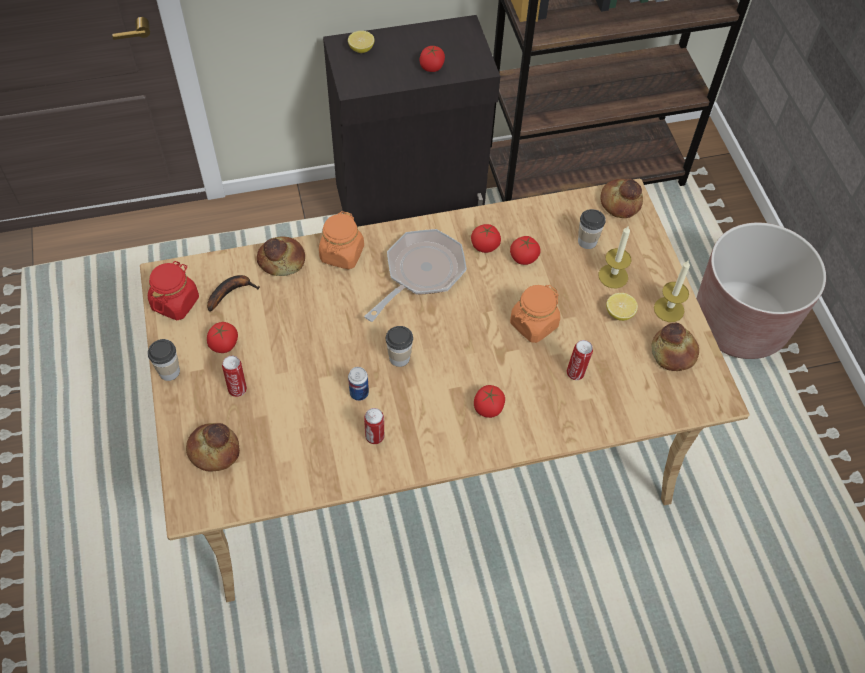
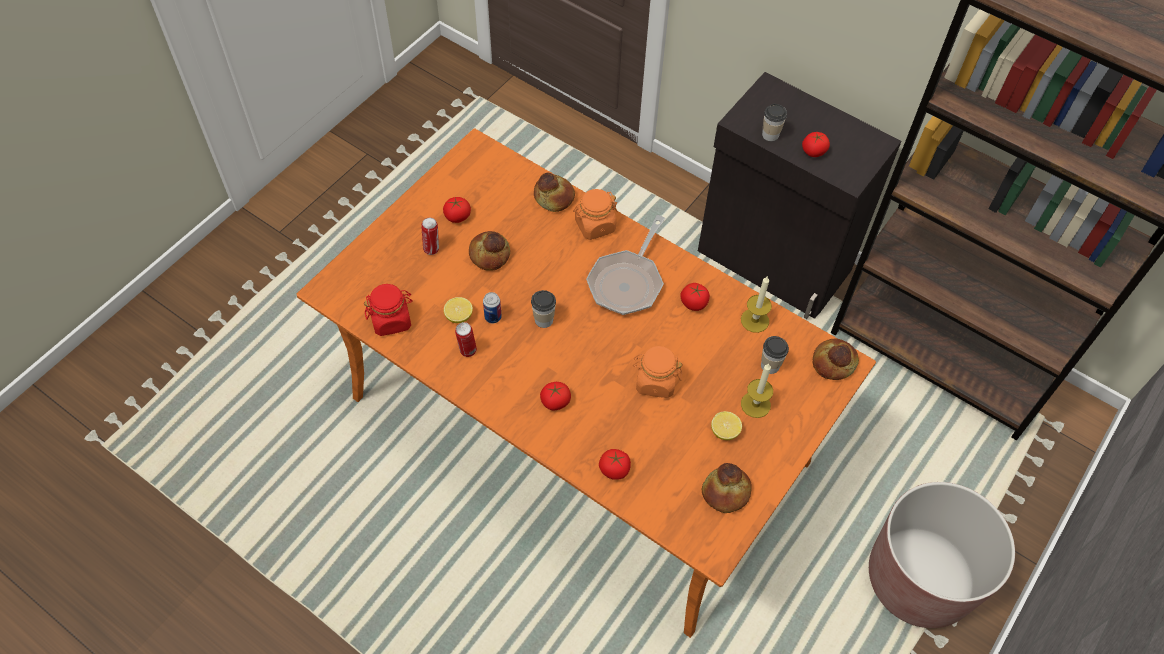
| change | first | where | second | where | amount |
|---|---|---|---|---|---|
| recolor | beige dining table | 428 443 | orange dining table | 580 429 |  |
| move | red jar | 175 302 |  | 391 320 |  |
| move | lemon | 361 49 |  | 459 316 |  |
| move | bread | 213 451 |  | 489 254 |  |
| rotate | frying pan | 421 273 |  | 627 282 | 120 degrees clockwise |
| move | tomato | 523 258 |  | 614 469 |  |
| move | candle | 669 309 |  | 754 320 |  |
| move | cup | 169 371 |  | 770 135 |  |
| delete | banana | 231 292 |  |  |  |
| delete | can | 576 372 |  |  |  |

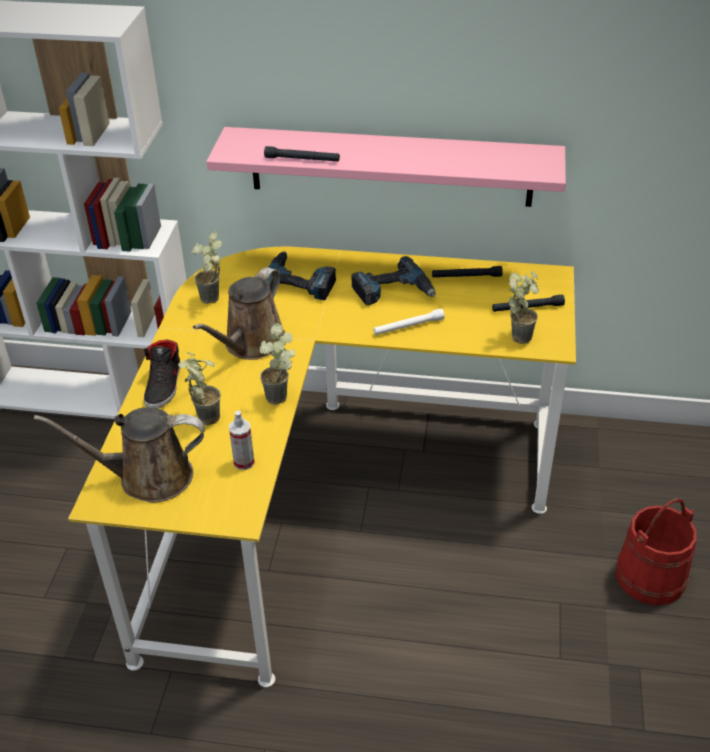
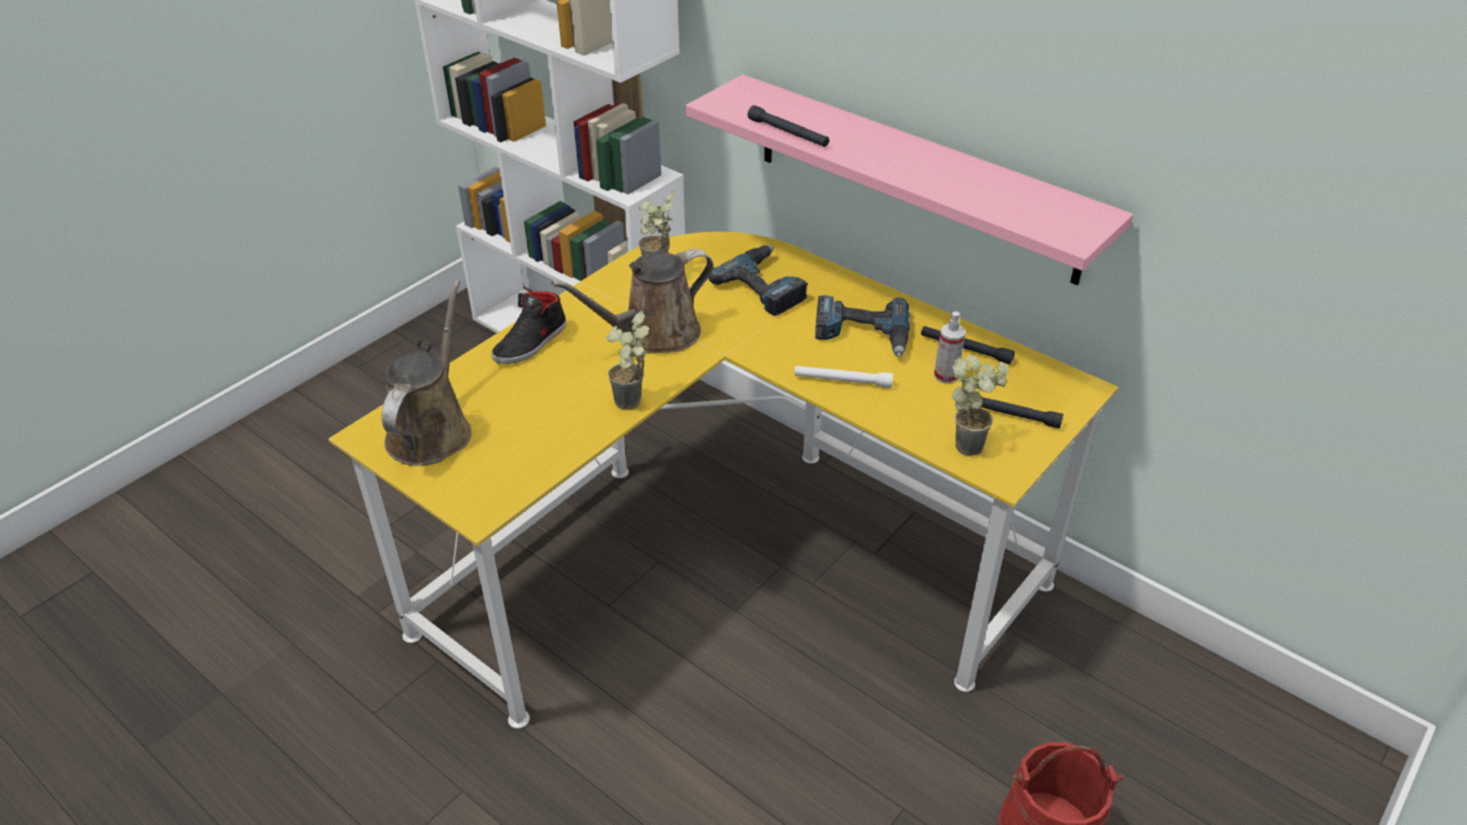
| change | first | where | second | where | amount |
|---|---|---|---|---|---|
| rotate | brown watering can | 148 477 |  | 432 430 | 75 degrees clockwise |
| move | spray bottle | 244 462 |  | 946 375 |  |
| delete | potted plant | 203 416 |  |  |  |

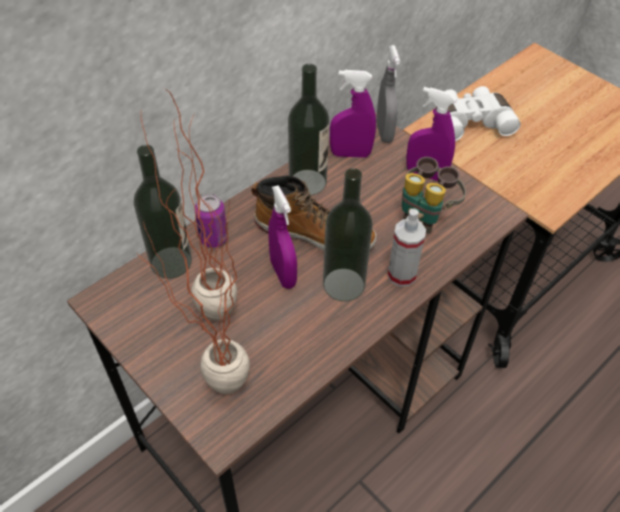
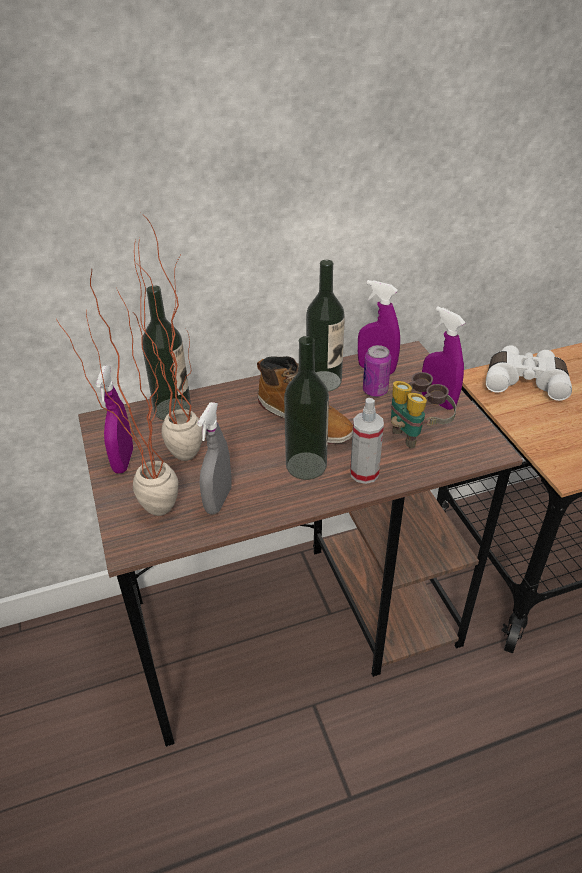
| change | first | where | second | where | amount |
|---|---|---|---|---|---|
| move | purple spray bottle | 283 273 |  | 123 461 |  |
| move | grey spray bottle | 384 132 |  | 218 500 |  |
| move | can | 213 239 |  | 375 391 |  |

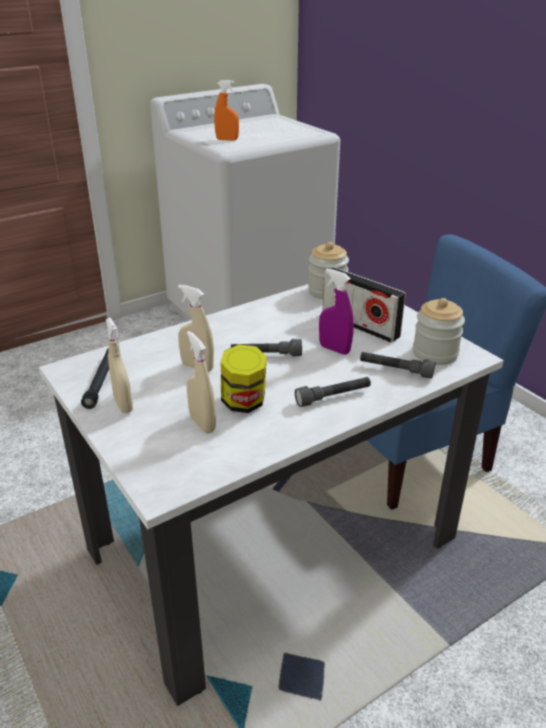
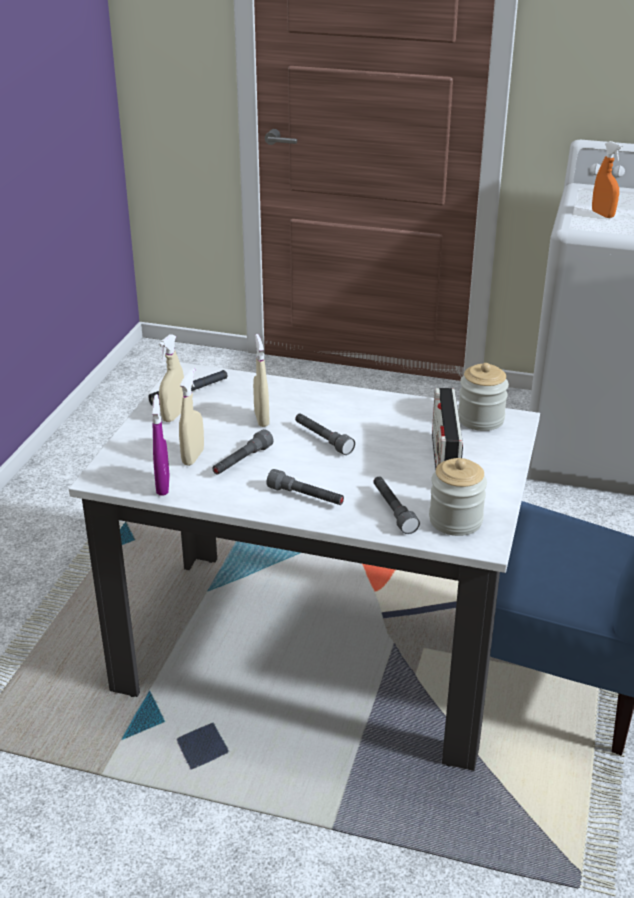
| change | first | where | second | where | amount |
|---|---|---|---|---|---|
| move | purple spray bottle | 334 349 |  | 163 486 |  |
| replace | jar | 244 403 | grey flashlight | 242 461 |  |

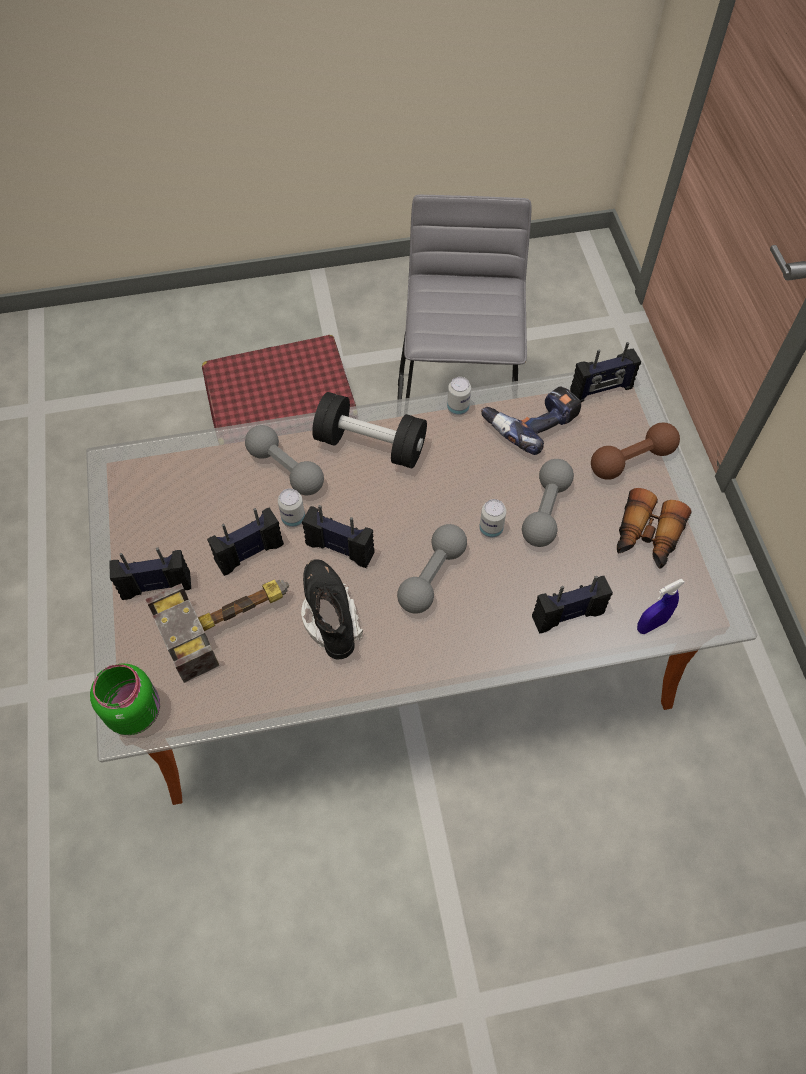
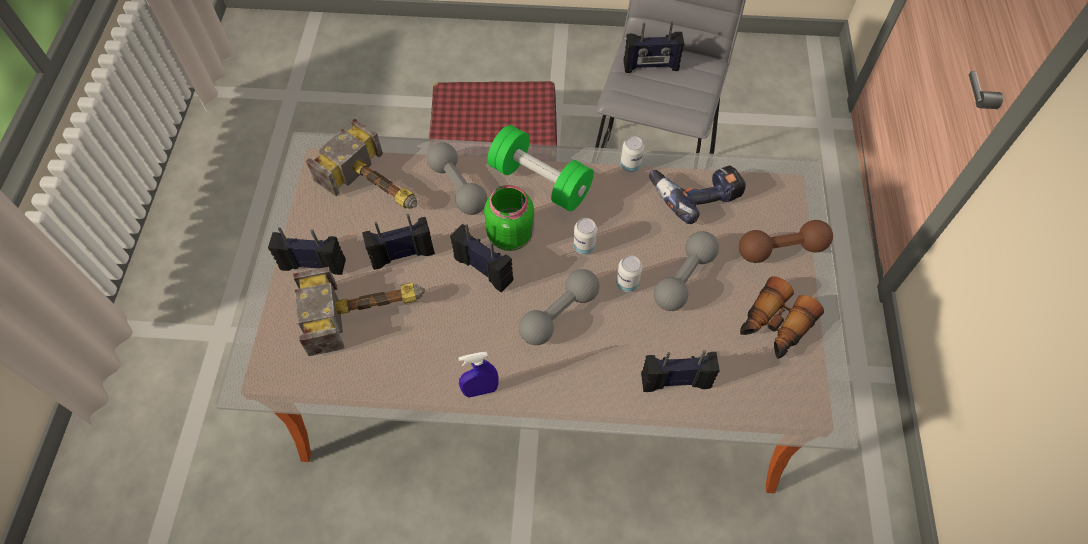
| change | first | where | second | where | amount |
|---|---|---|---|---|---|
| insert |  |  | hammer | 377 187 |  |
| move | blue spray bottle | 651 625 |  | 480 390 |  |
| move | green jar | 135 710 |  | 511 235 |  |
| recolor | black dumbbell | 370 444 | green dumbbell | 540 181 |  |
| move | can | 293 518 |  | 584 246 |  |
| move | radio | 601 390 |  | 651 66 |  |
| delete | black boot | 330 617 |  |  |  |

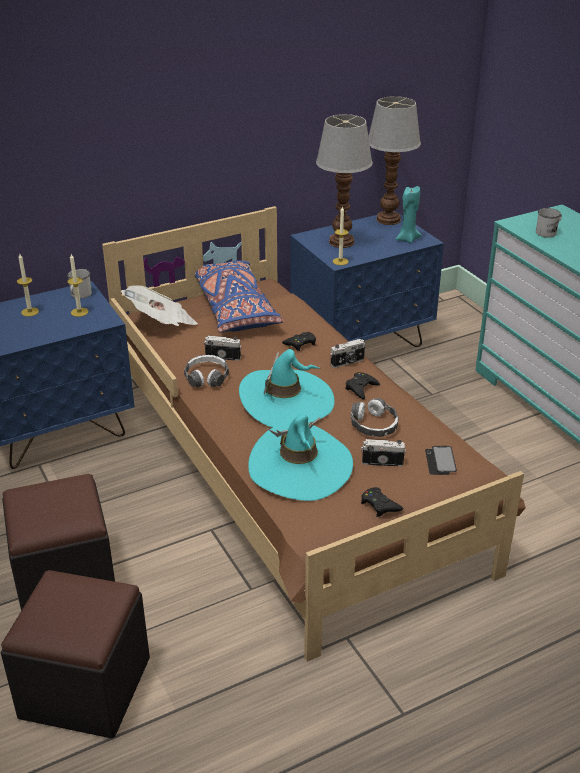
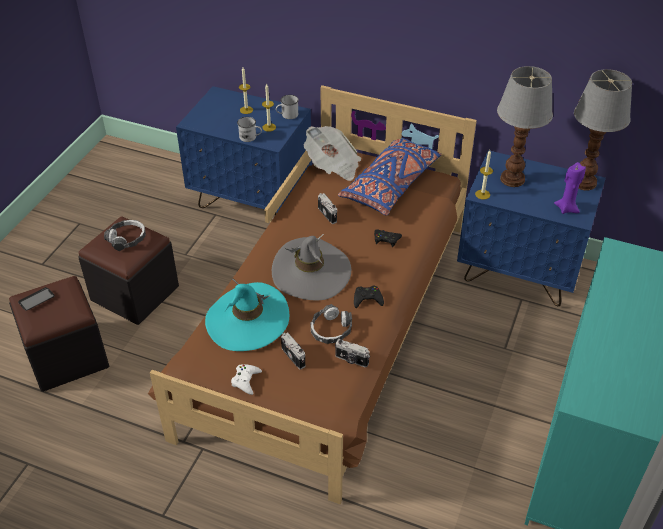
| change | first | where | second | where | amount |
|---|---|---|---|---|---|
| move | phone | 440 461 |  | 36 299 |  |
| move | headphones | 207 377 |  | 127 239 |  |
| recolor | black game controller | 379 505 | white game controller | 246 380 |  |
| move | white mug | 548 232 |  | 250 137 |  |
| recolor | turquoise hat | 286 401 | grey hat | 311 272 |  |
| move | photo camera | 348 362 |  | 351 360 |  |
| recolor | turquoise candle | 407 239 | purple candle | 566 208 |  |

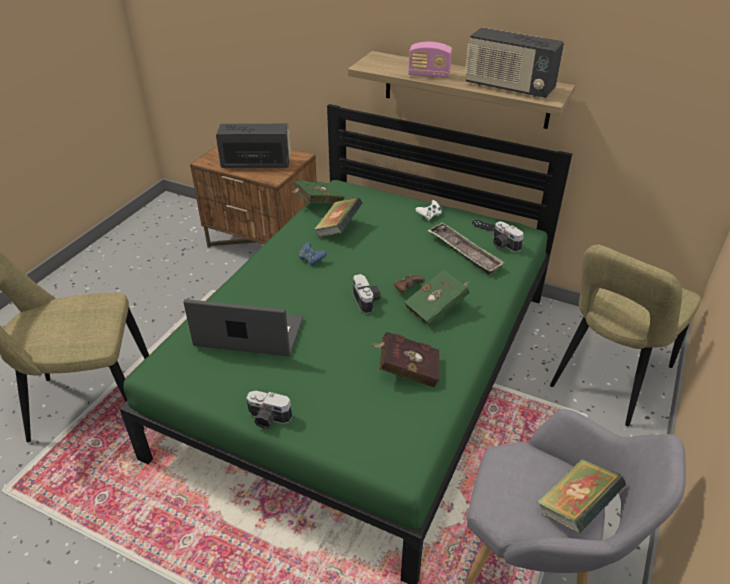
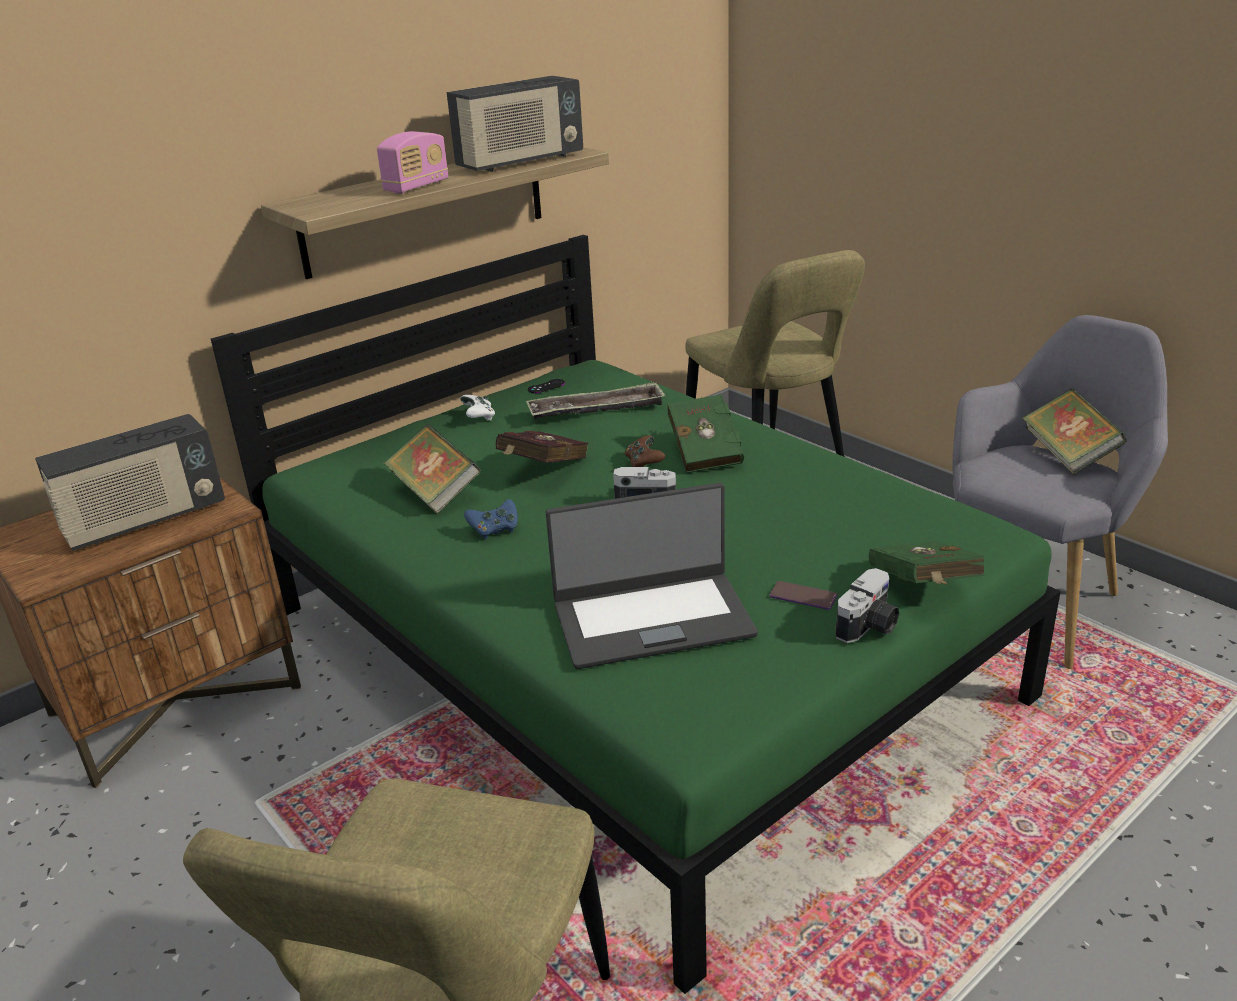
| change | first | where | second | where | amount |
|---|---|---|---|---|---|
| rotate | radio | 257 164 |  | 145 520 | 150 degrees counterclockwise |
| move | red book | 406 370 |  | 541 469 |  |
| rotate | laptop | 249 334 |  | 652 619 | 135 degrees counterclockwise |
| insert |  |  | phone | 803 596 |  |
| move | green book | 317 203 |  | 922 590 |  |
| delete | photo camera | 503 245 |  |  |  |

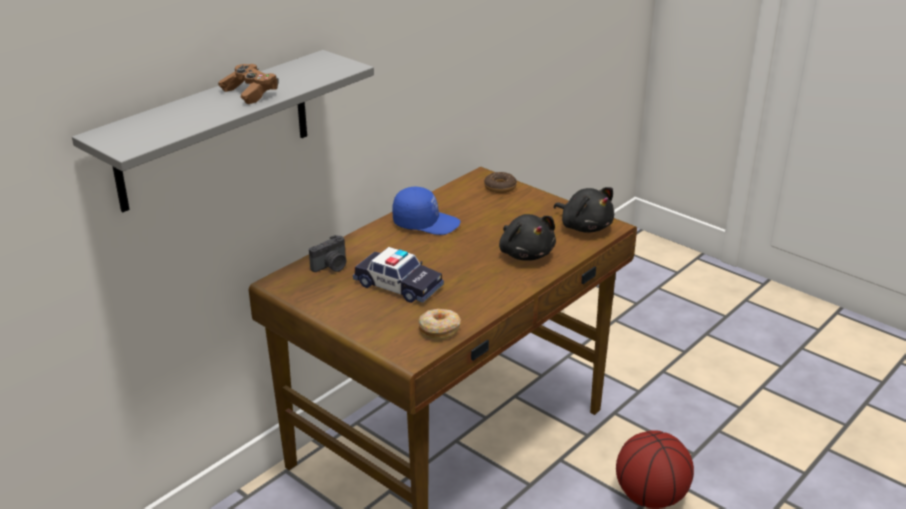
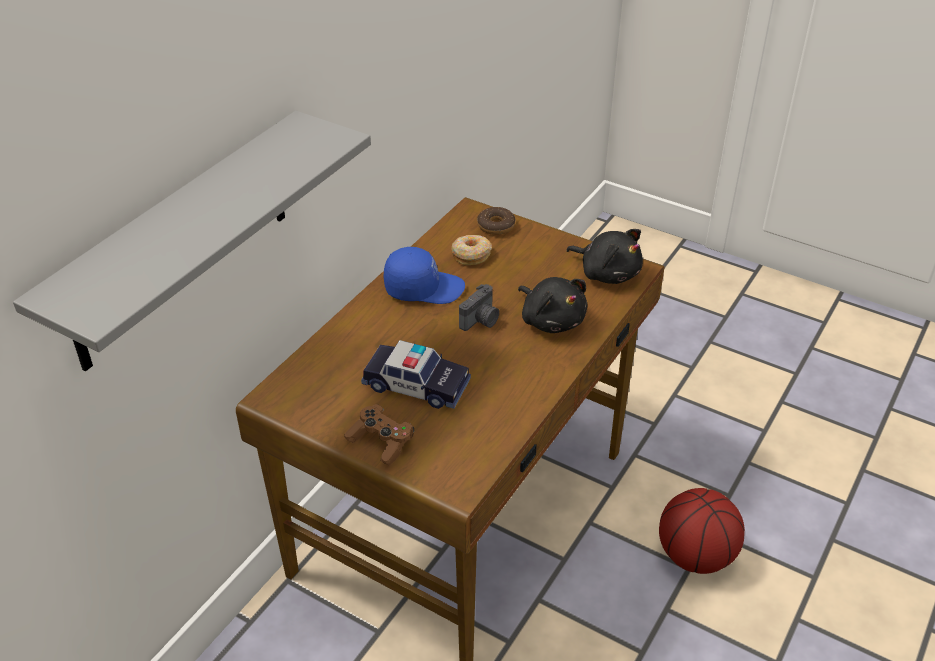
| change | first | where | second | where | amount |
|---|---|---|---|---|---|
| move | brown game controller | 250 93 |  | 381 442 |  |
| move | donut | 439 329 |  | 471 255 |  |
| move | photo camera | 331 266 |  | 481 320 |  |

